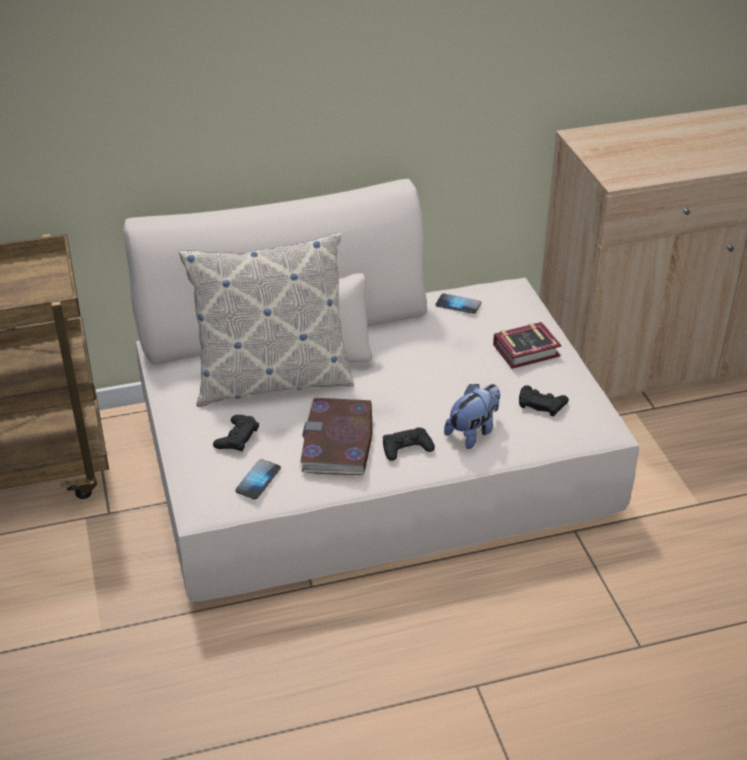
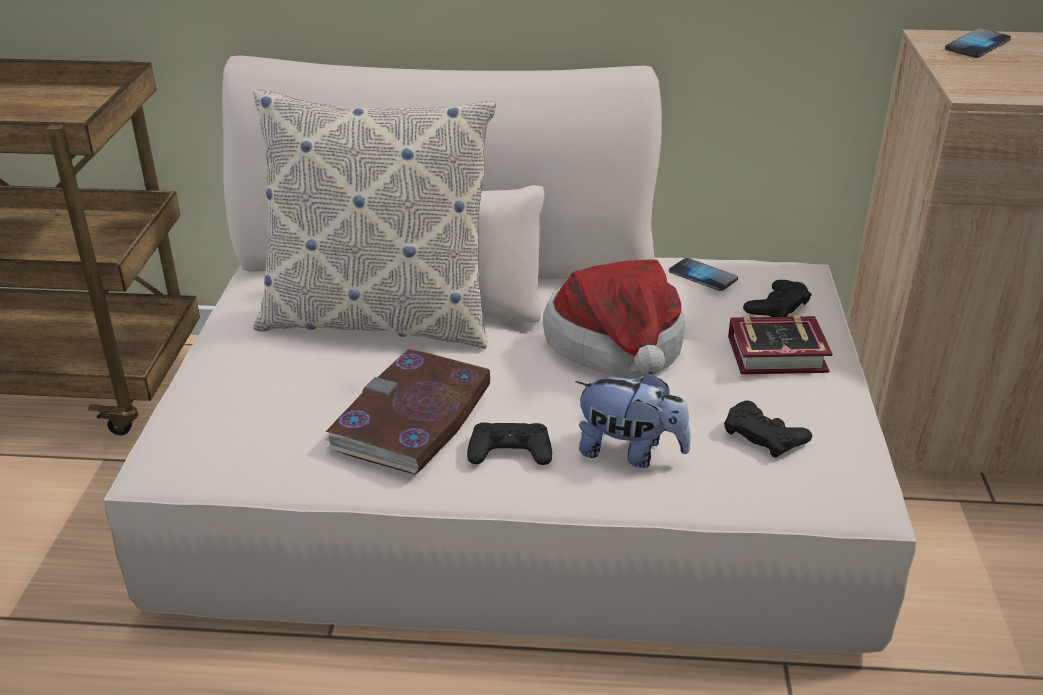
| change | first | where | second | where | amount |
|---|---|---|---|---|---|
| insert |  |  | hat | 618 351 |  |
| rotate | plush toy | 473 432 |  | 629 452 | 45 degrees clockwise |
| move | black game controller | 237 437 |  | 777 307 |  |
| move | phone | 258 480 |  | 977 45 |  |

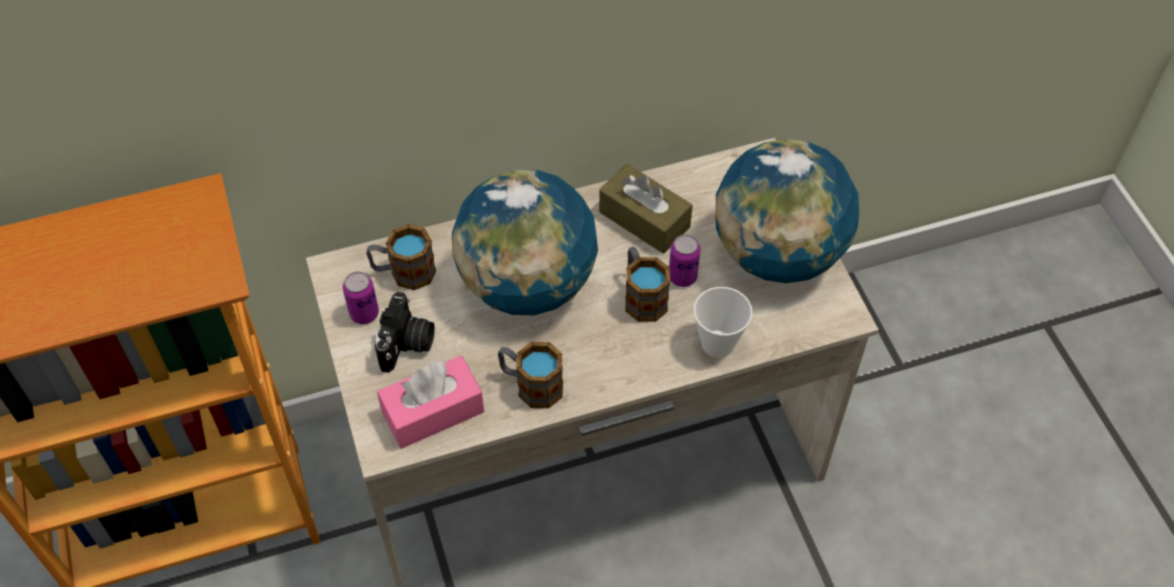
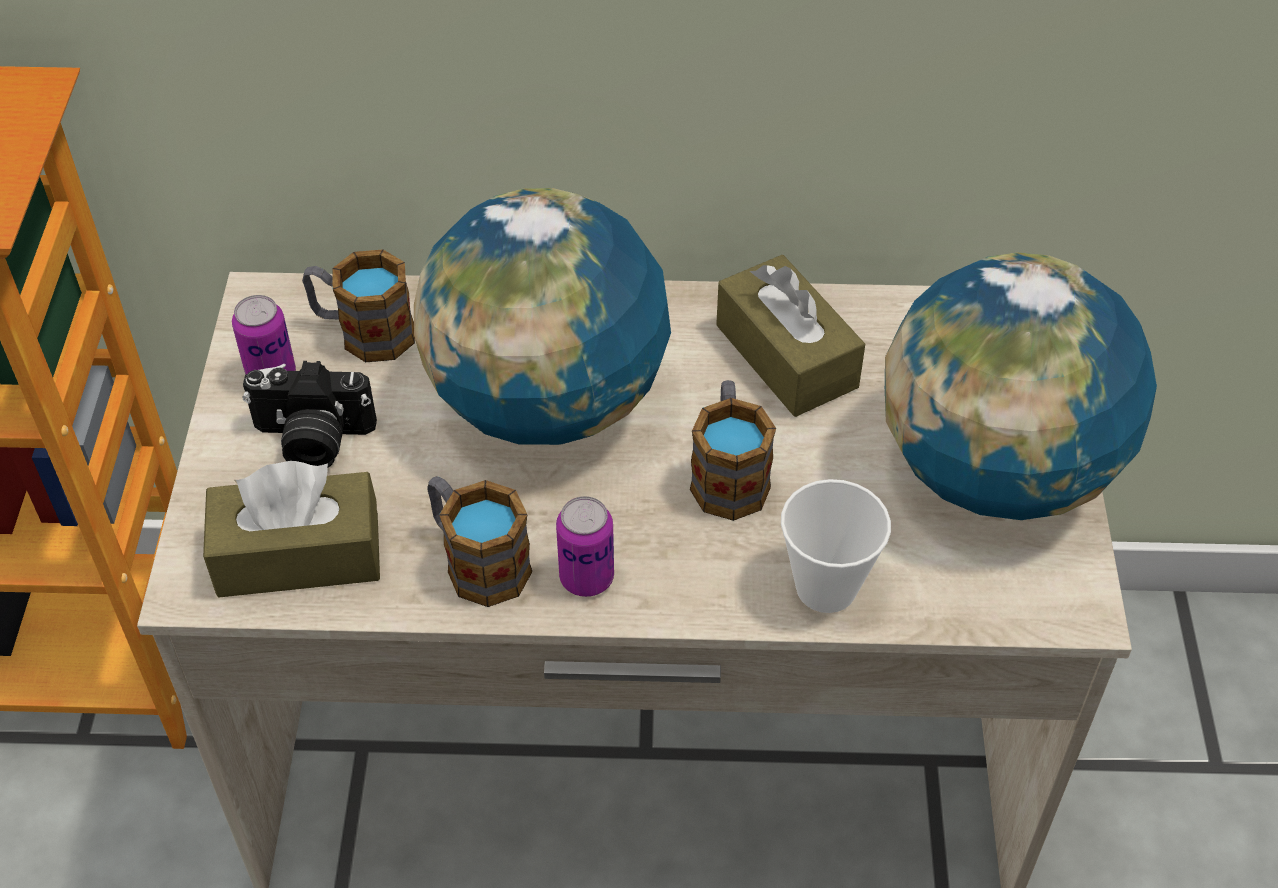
| change | first | where | second | where | amount |
|---|---|---|---|---|---|
| recolor | pink tissue box | 433 411 | brown tissue box | 299 555 |  |
| rotate | photo camera | 407 345 |  | 312 440 | 60 degrees clockwise |
| move | can | 682 277 |  | 586 577 |  |

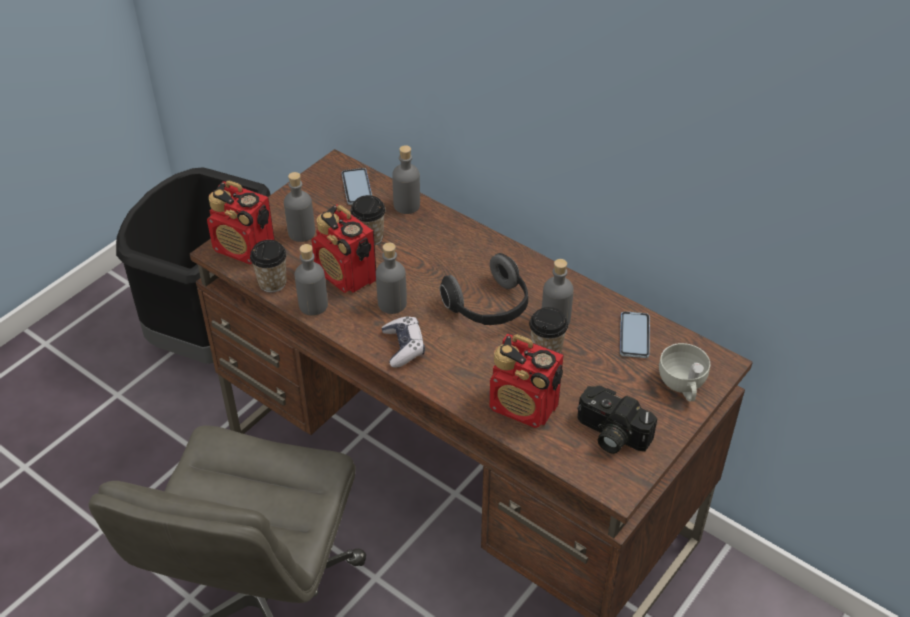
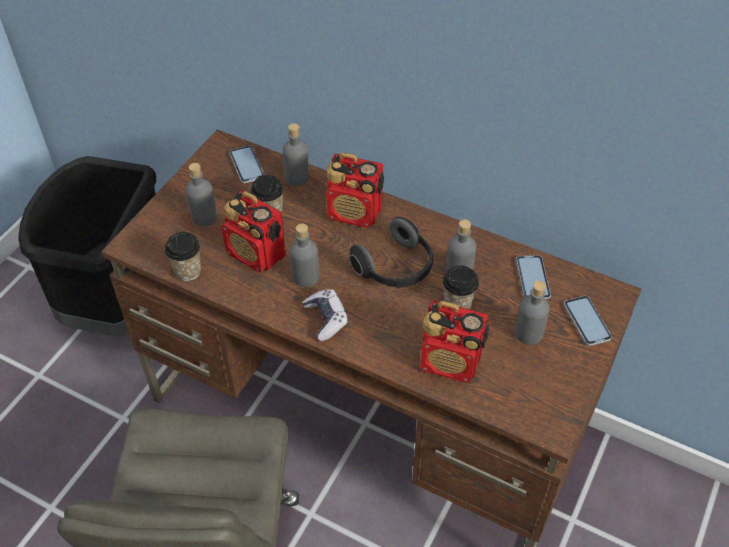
| change | first | where | second | where | amount |
|---|---|---|---|---|---|
| move | radio | 245 249 |  | 355 213 |  |
| move | grey bottle | 313 305 |  | 528 333 |  |
| replace | white cup | 682 386 | phone | 586 321 |  |
| delete | photo camera | 610 435 |  |  |  |

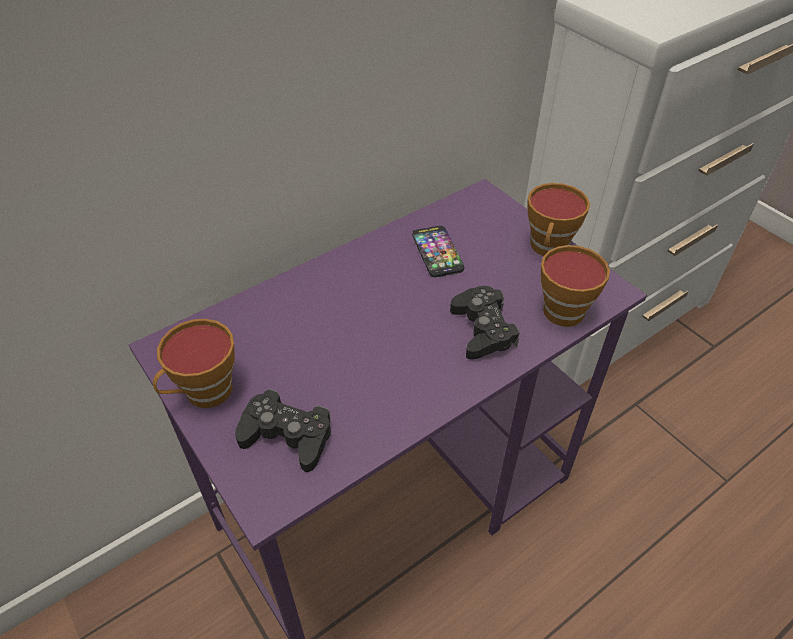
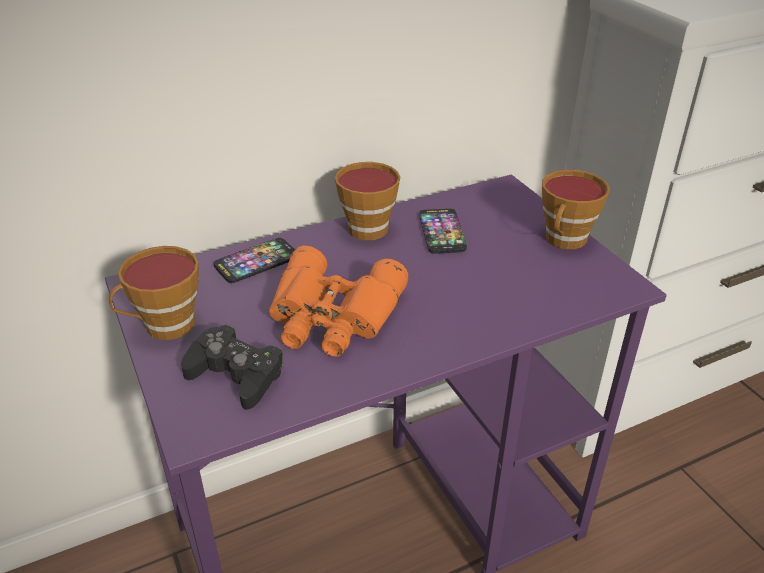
| change | first | where | second | where | amount |
|---|---|---|---|---|---|
| insert |  |  | phone | 256 262 |  |
| insert |  |  | orange binoculars | 333 316 |  |
| move | cup | 564 307 |  | 370 226 |  |
| delete | black game controller | 483 329 |  |  |  |

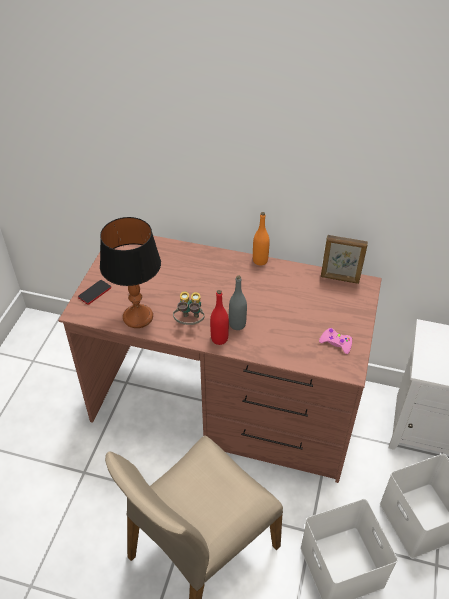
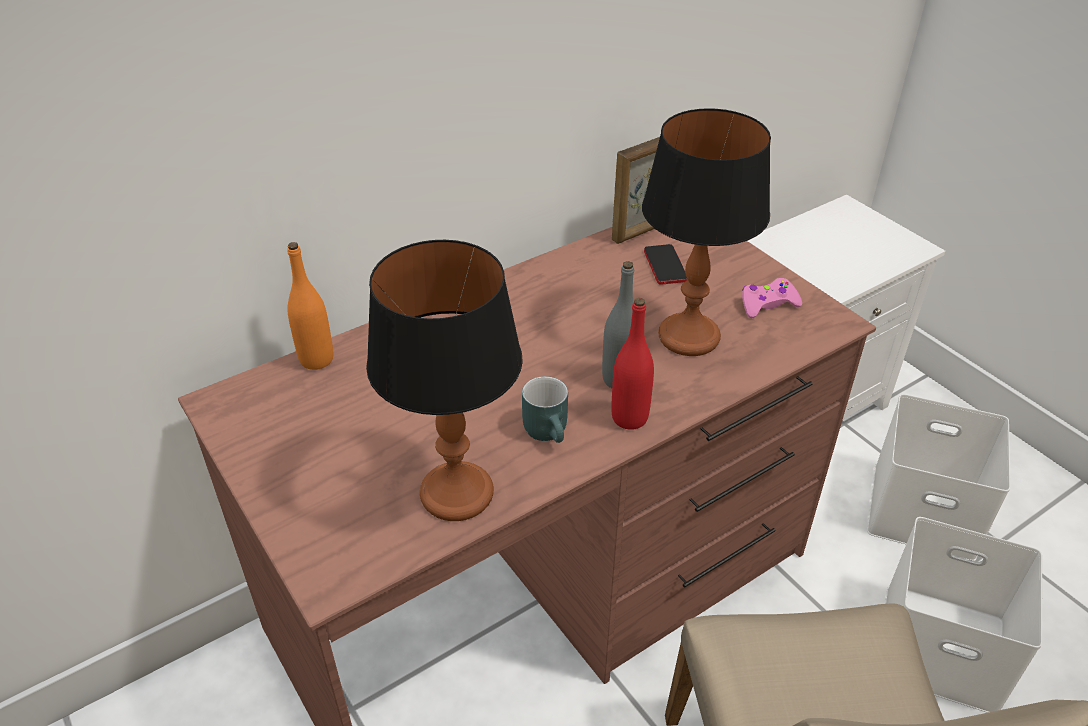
| change | first | where | second | where | amount |
|---|---|---|---|---|---|
| move | orange bottle | 260 260 |  | 316 359 |  |
| replace | binoculars | 190 322 | turquoise mug | 550 432 |  |
| insert |  |  | table lamp | 688 336 |  |
| move | phone | 94 292 |  | 665 265 |  |

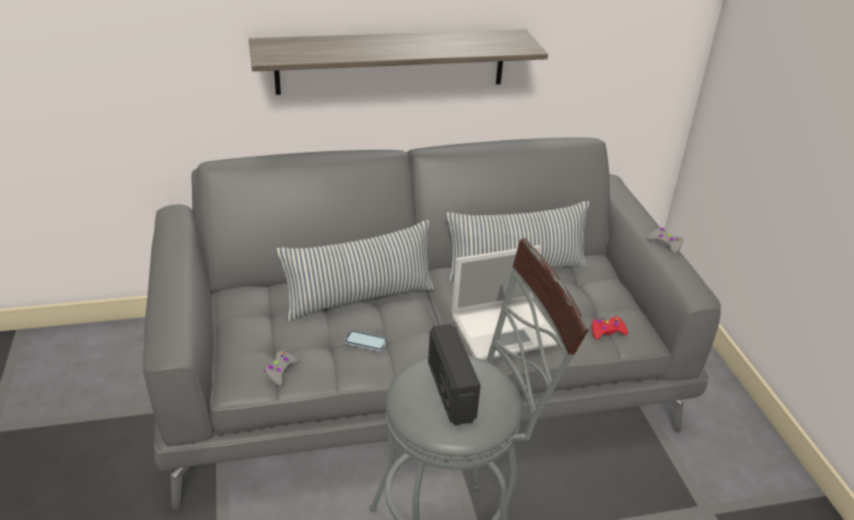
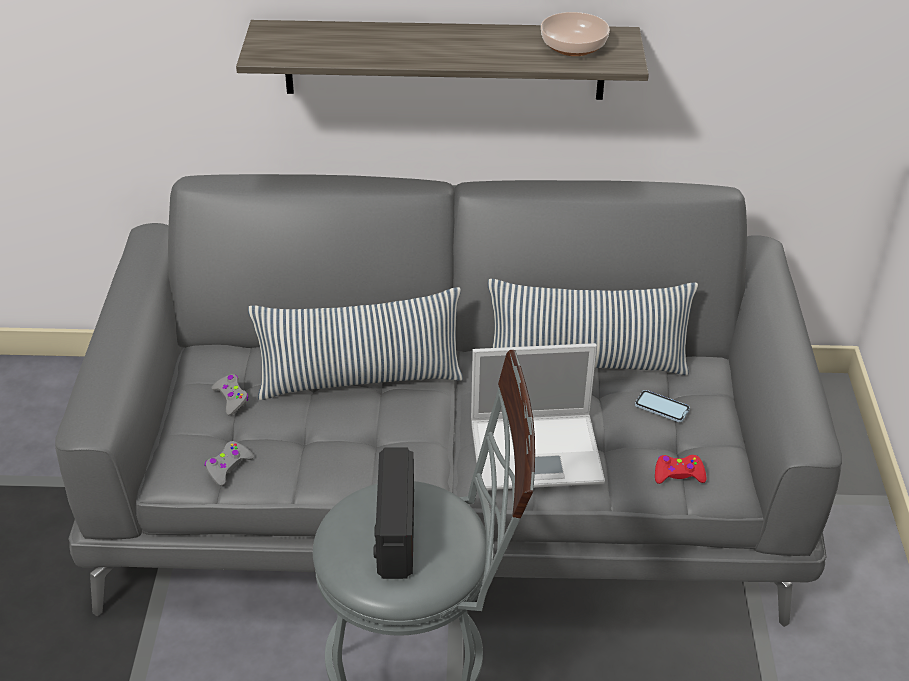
| change | first | where | second | where | amount |
|---|---|---|---|---|---|
| move | grey game controller | 665 244 |  | 231 398 |  |
| insert |  |  | bowl | 572 46 |  |
| move | phone | 366 342 |  | 661 407 |  |

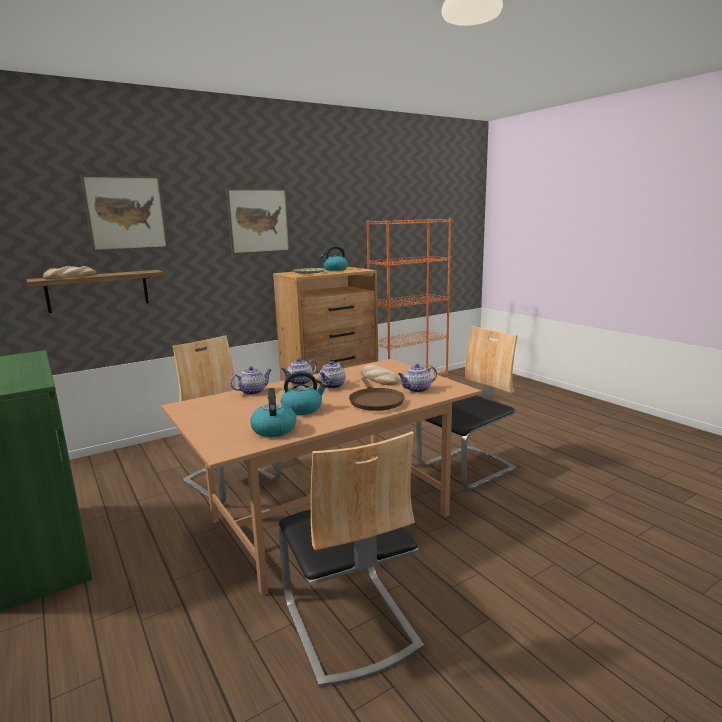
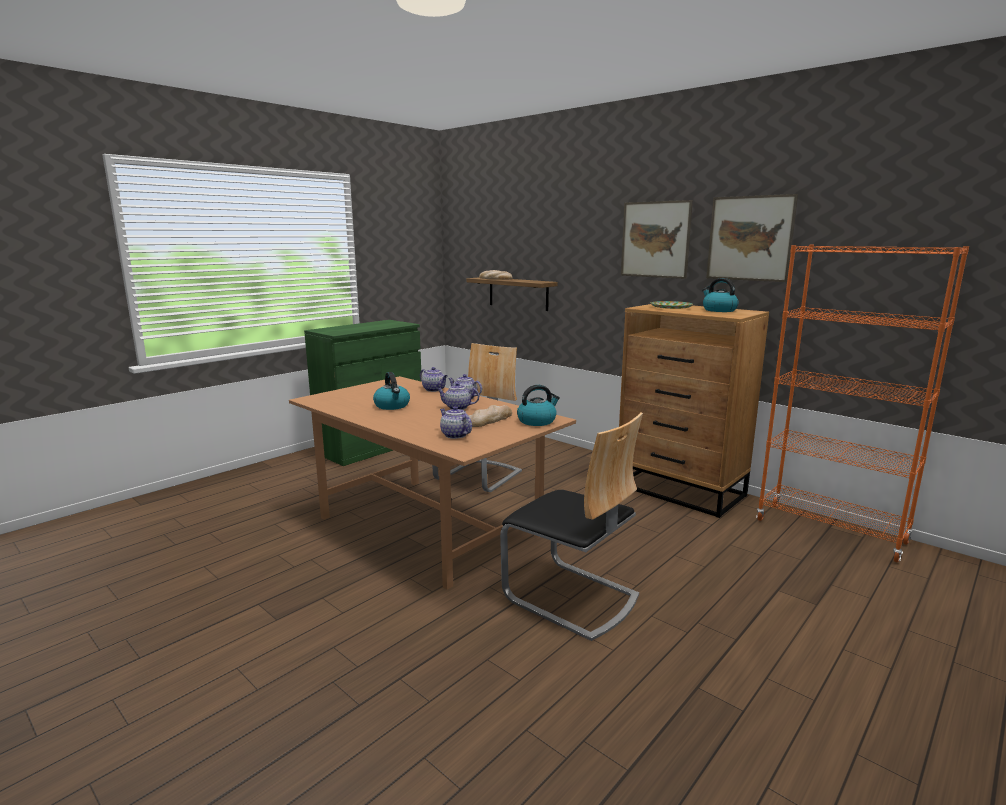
| change | first | where | second | where | amount |
|---|---|---|---|---|---|
| move | kettle | 273 429 |  | 537 421 |  |
| move | picture | 126 213 |  | 750 238 |  |
| delete | chair | 348 623 |  |  |  |
| delete | brown frying pan | 375 401 |  |  |  |

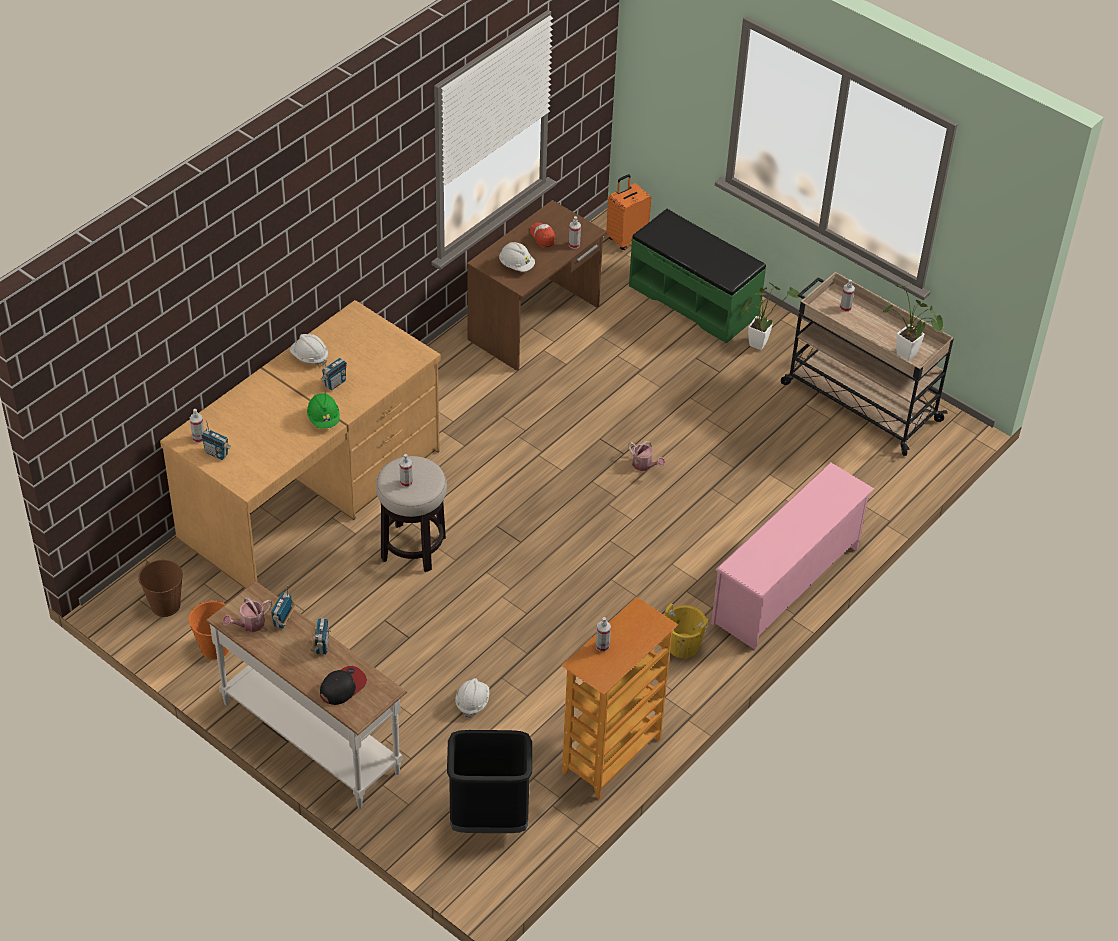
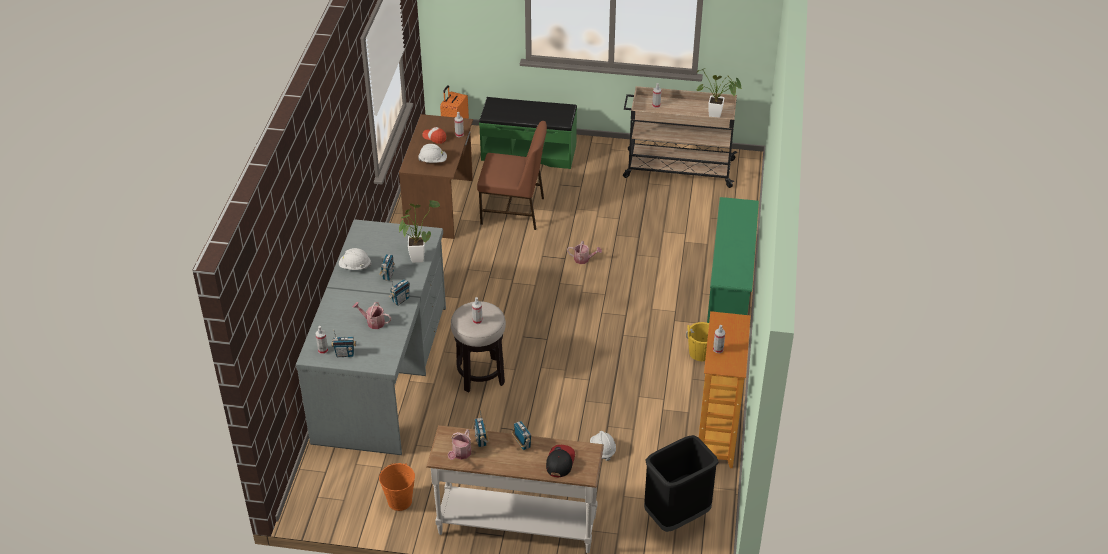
| change | first | where | second | where | amount |
|---|---|---|---|---|---|
| recolor | brown desk | 312 495 | grey desk | 383 373 |  |
| insert |  |  | watering can | 373 322 |  |
| replace | green hard hat | 324 419 | radio | 400 300 |  |
| move | potted plant | 760 341 |  | 418 256 |  |
| insert |  |  | brown chair | 513 211 |  |
| recolor | pink shoe rack | 787 586 | green shoe rack | 730 290 |  |
| delete | brown bucket | 165 605 |  |  |  |

